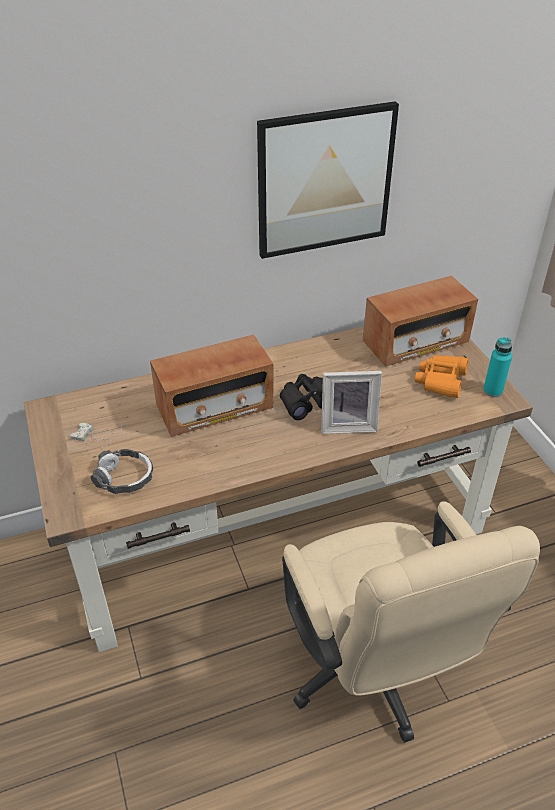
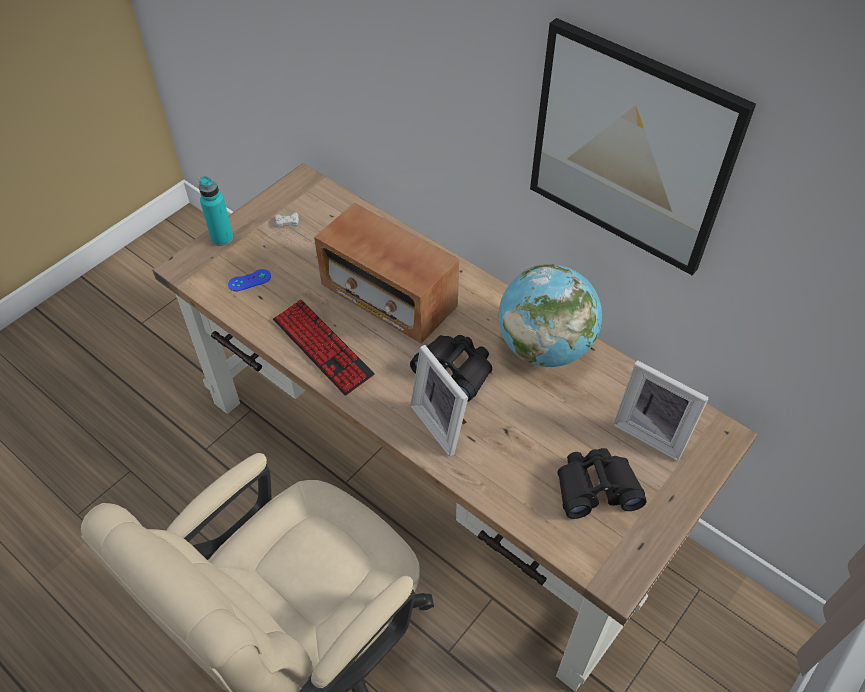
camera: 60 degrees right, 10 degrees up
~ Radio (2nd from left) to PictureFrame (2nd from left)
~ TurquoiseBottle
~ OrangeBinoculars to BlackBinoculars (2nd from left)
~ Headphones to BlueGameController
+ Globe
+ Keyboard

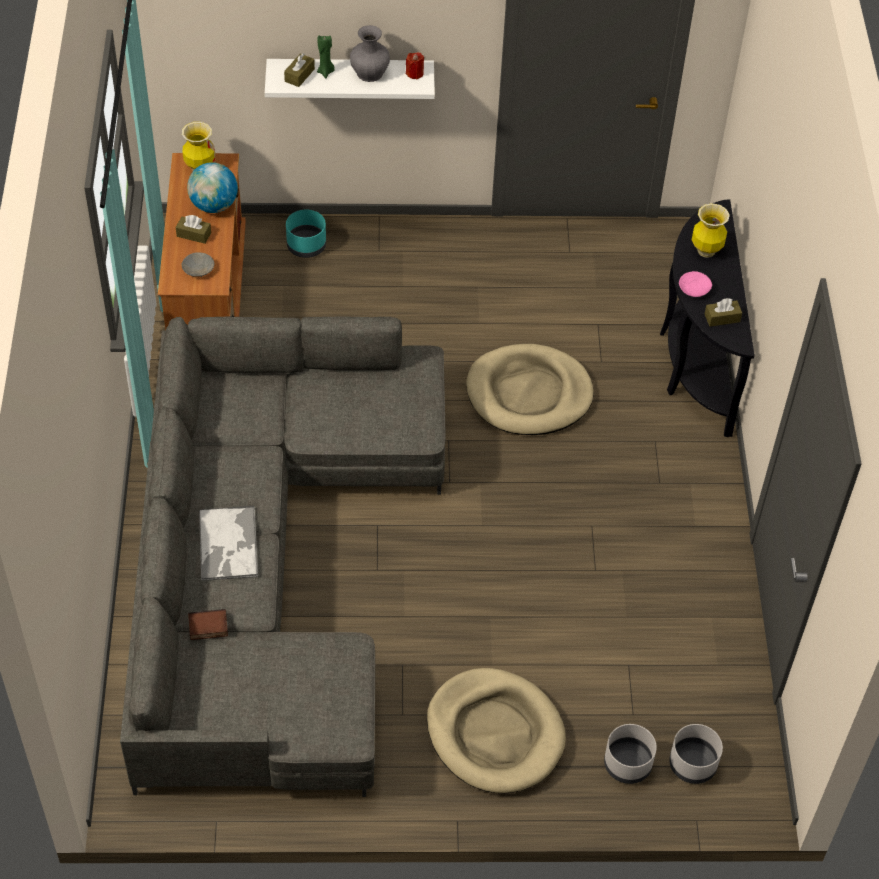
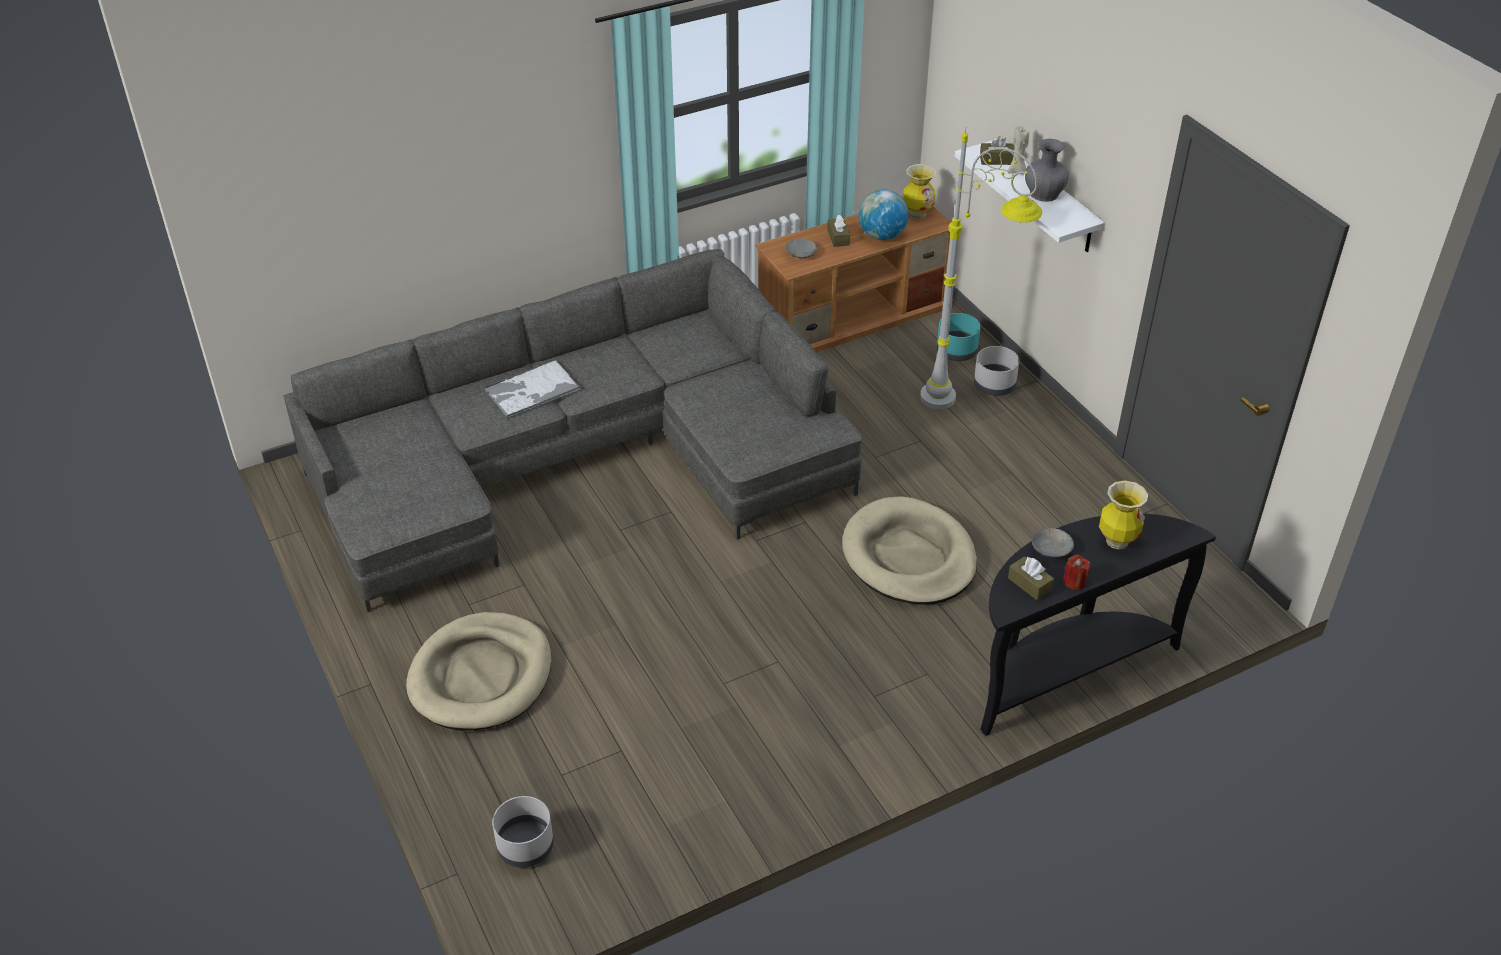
camera: 65 degrees right, 10 degrees down
~ GreenCandle to BeigeCandle
~ RedCandle
~ PinkBowl to GreyBowl (2nd from left)
- Book
~ GreyPlanter (1st from left in the first image) to GreyPlanter (2nd from left)
+ GreyFloorLamp

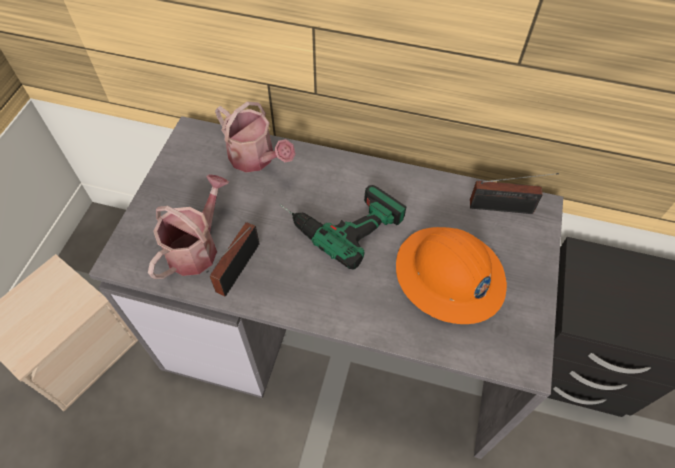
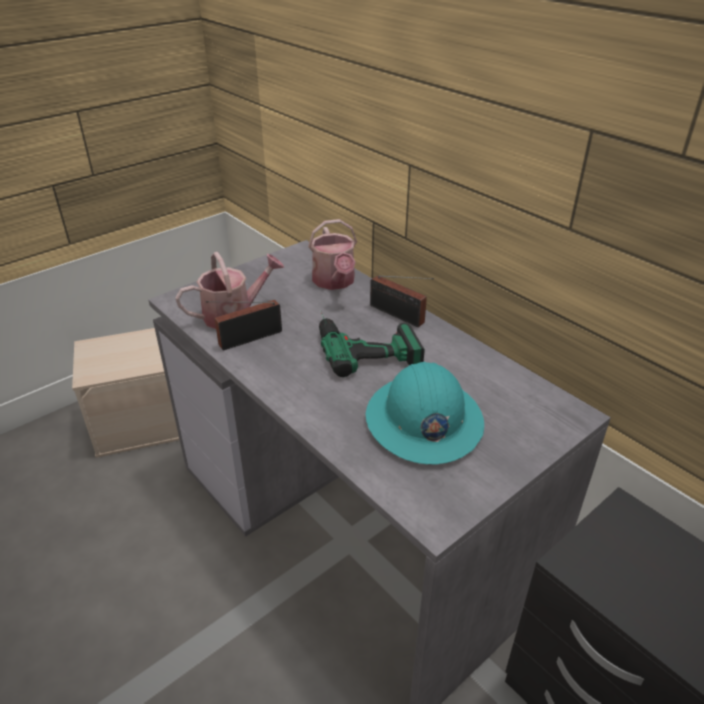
camera: 35 degrees right, 20 degrees down
~ Radio (2nd from left)
~ OrangeHardHat to TurquoiseHardHat

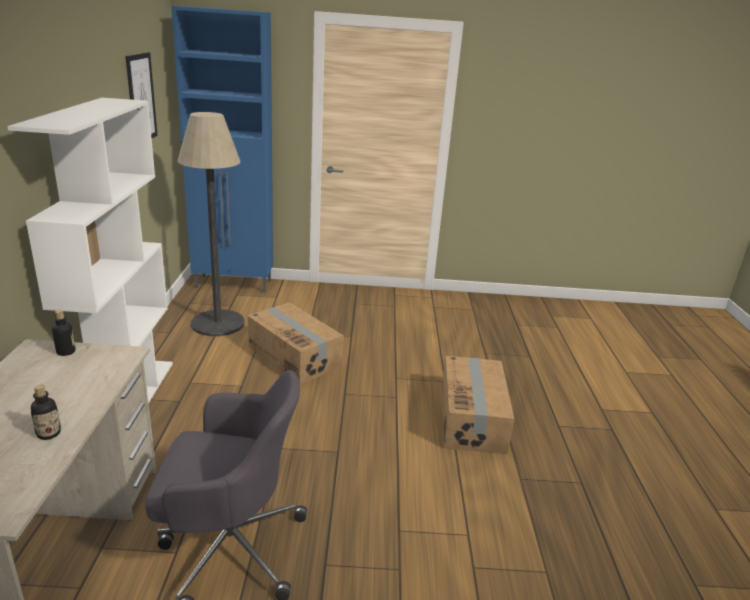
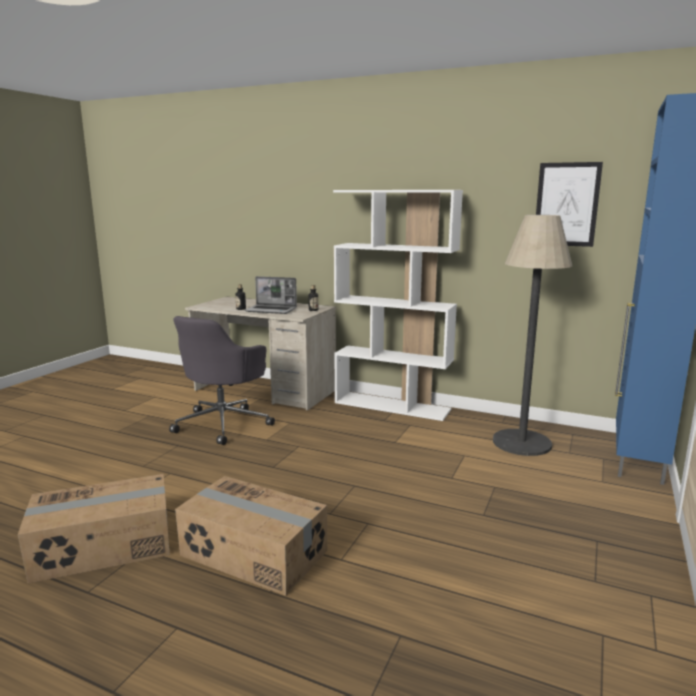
camera: 115 degrees right, 10 degrees down
~ CardboardBox (1st from left)
+ Laptop

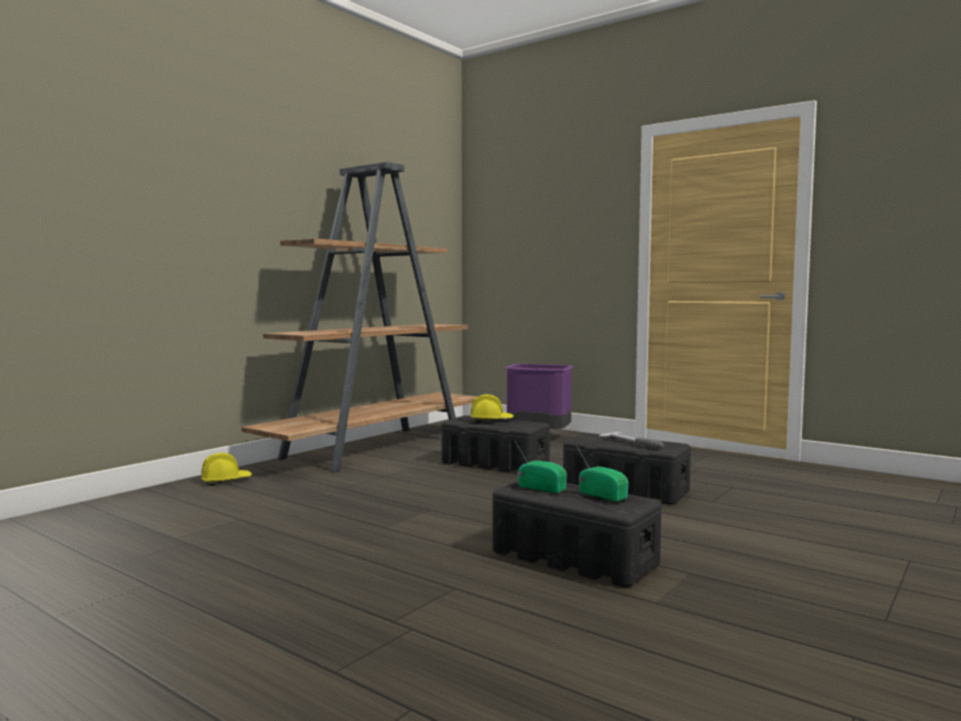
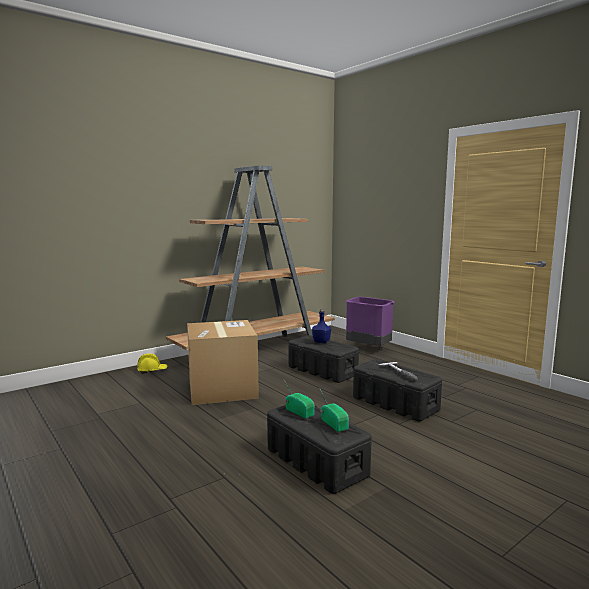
camera: 15 degrees right, 5 degrees up
~ YellowHardHat (2nd from left) to BlueBottle
+ CardboardBox

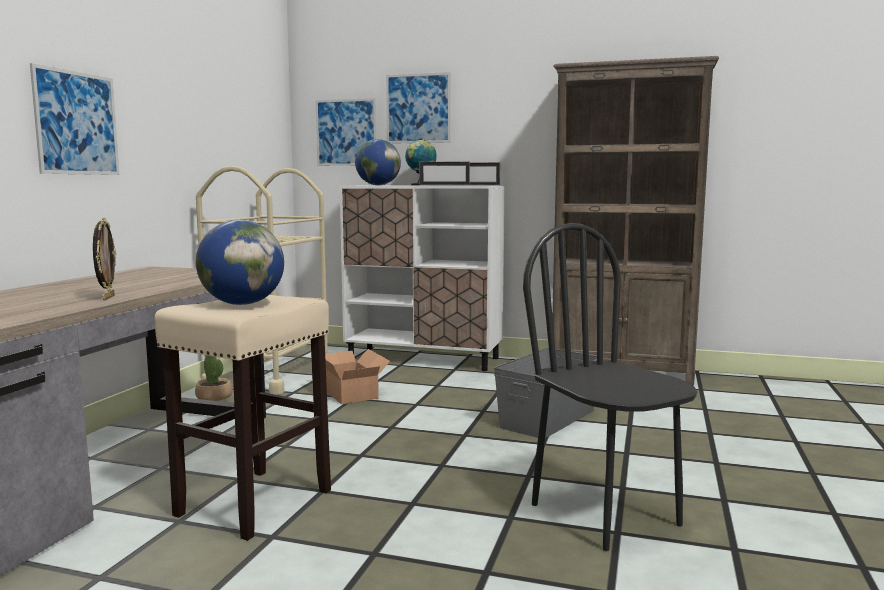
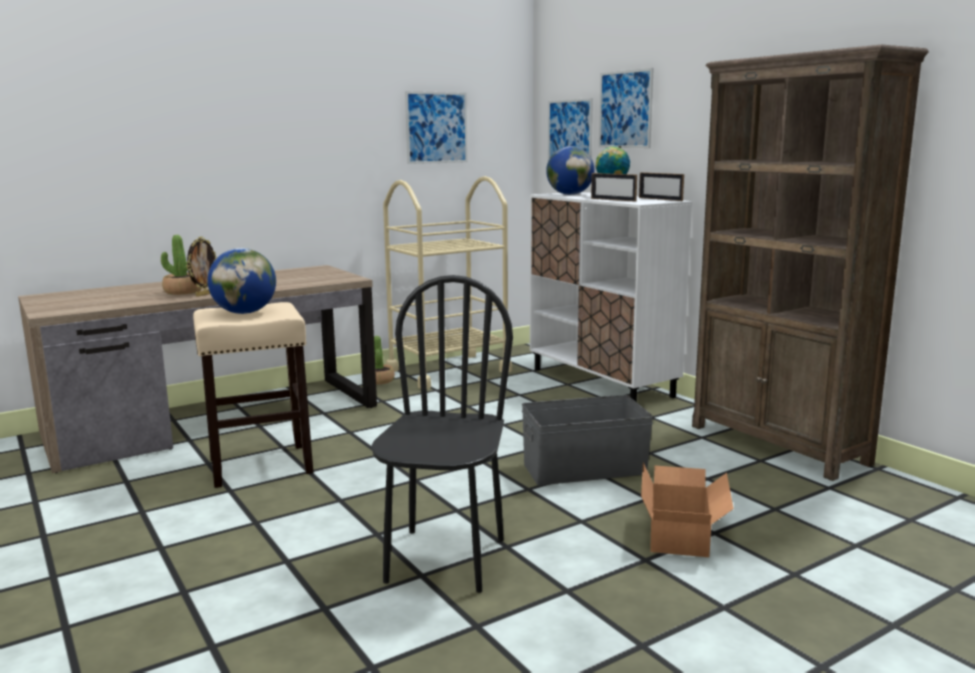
camera: 40 degrees right, 5 degrees up
~ Picture (1st from left)
~ CardboardBox
+ PottedPlant (1st from left)

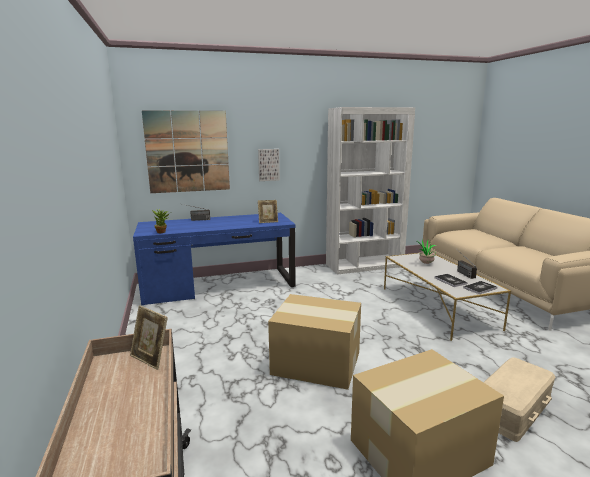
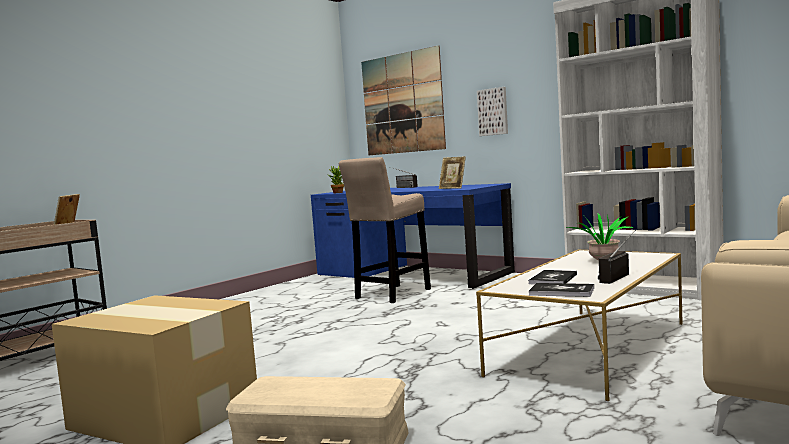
camera: 55 degrees right, 10 degrees down
- CardboardBox (1st from left)
+ BeigeStool

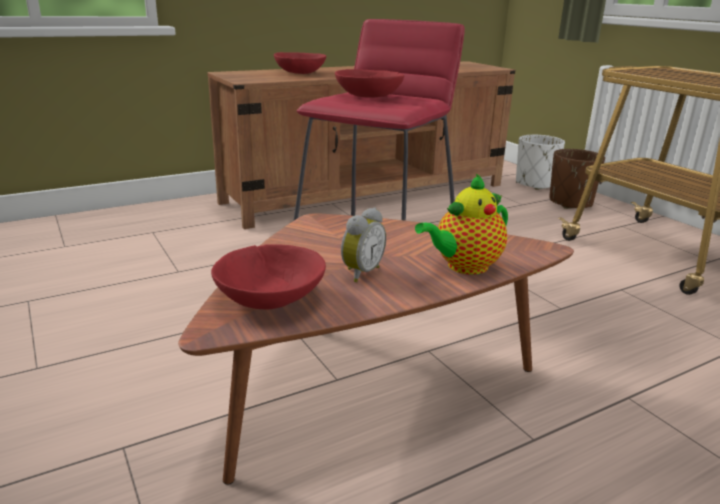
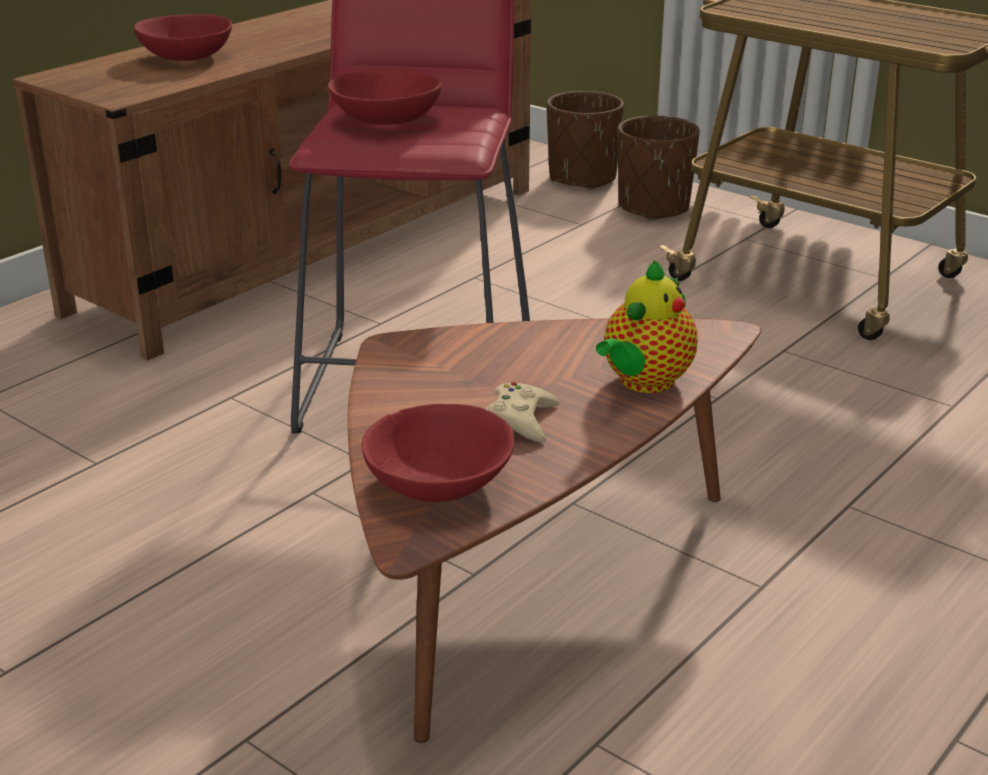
camera: 20 degrees left, 5 degrees up
~ WhitePlanter to BrownPlanter (1st from left)
~ AlarmClock to BeigeGameController

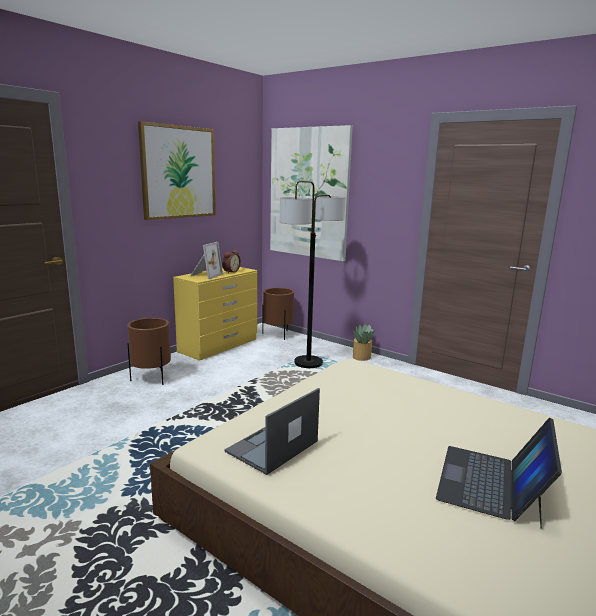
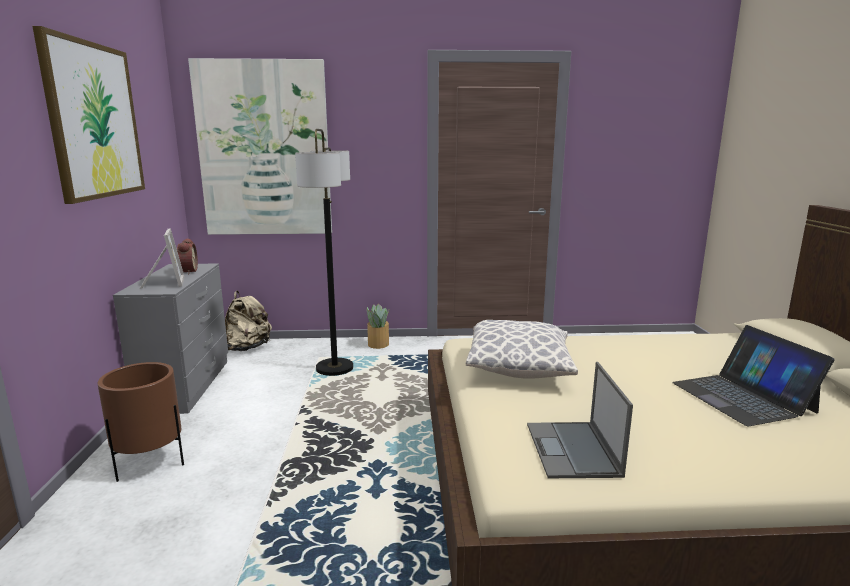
camera: 40 degrees left, 0 degrees up
~ YellowDresser to GreyDresser
~ BrownPlanter (2nd from left) to BeigeBackpack
+ Pillow

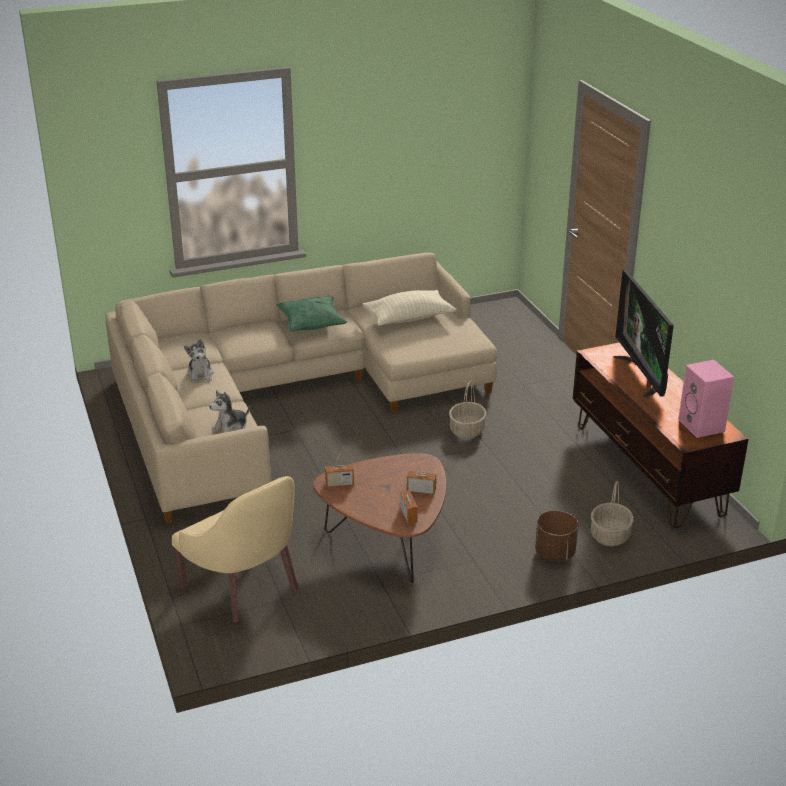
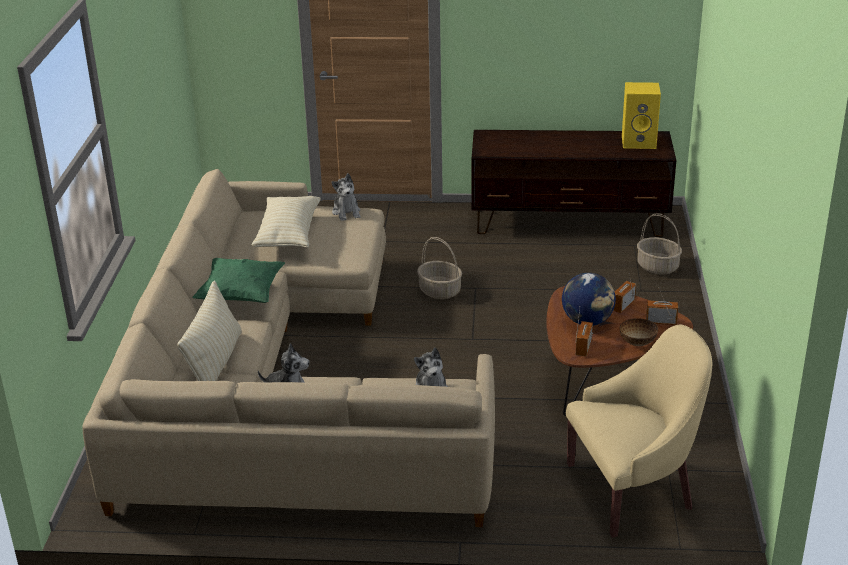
camera: 65 degrees left, 0 degrees up
- Television
~ PinkSpeaker to YellowSpeaker
- BrownPlanter
+ PlushToy (2nd from left)
+ Globe
+ BeigePillow (1st from left)
+ Bowl

